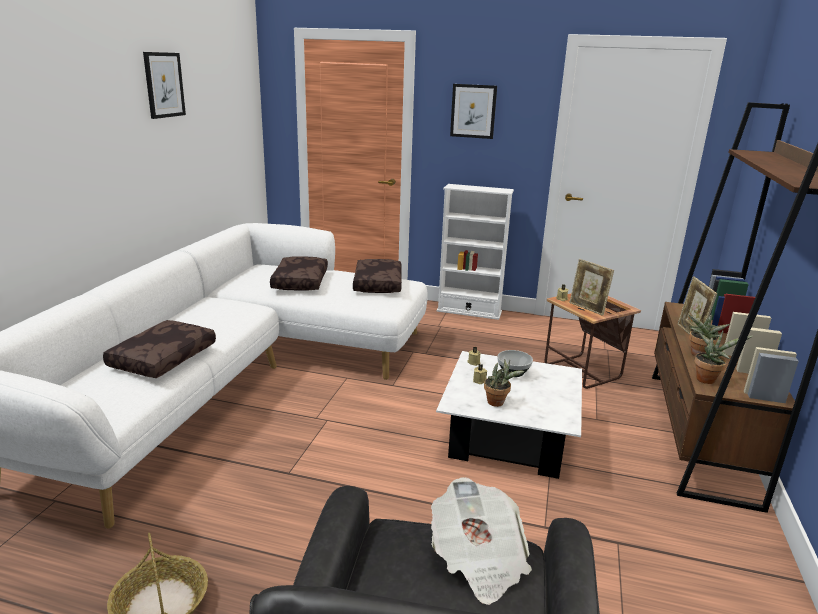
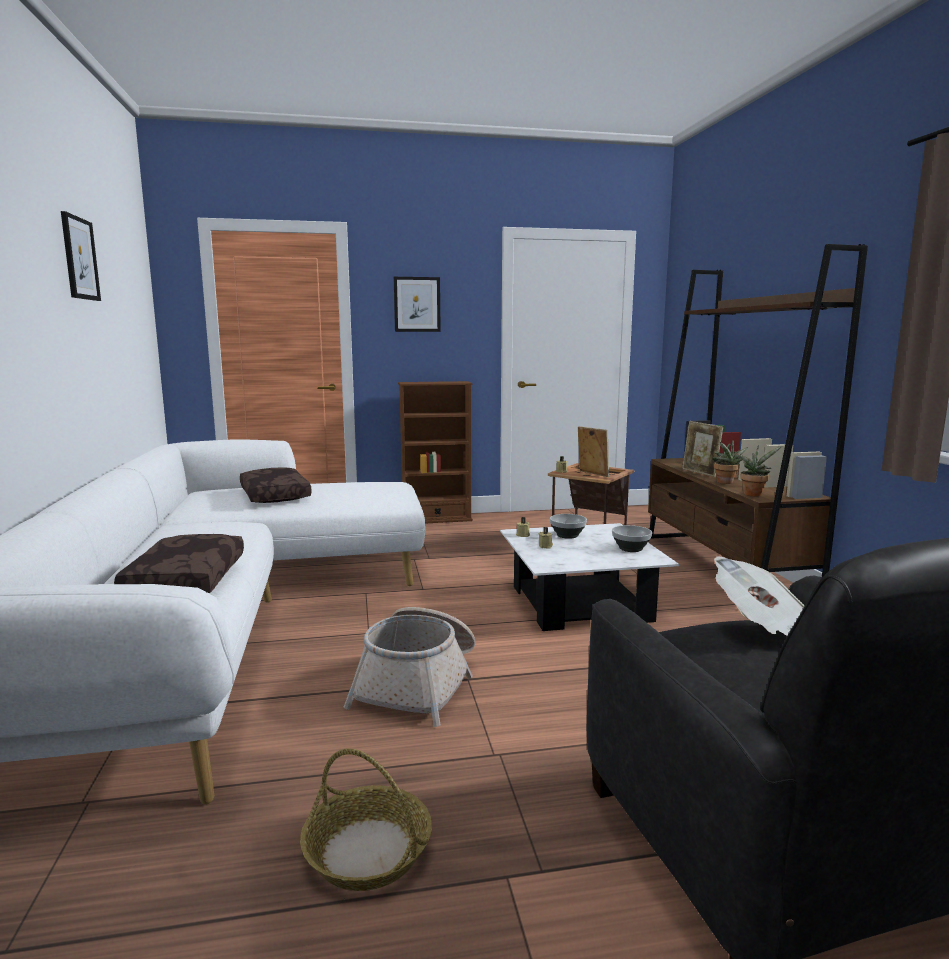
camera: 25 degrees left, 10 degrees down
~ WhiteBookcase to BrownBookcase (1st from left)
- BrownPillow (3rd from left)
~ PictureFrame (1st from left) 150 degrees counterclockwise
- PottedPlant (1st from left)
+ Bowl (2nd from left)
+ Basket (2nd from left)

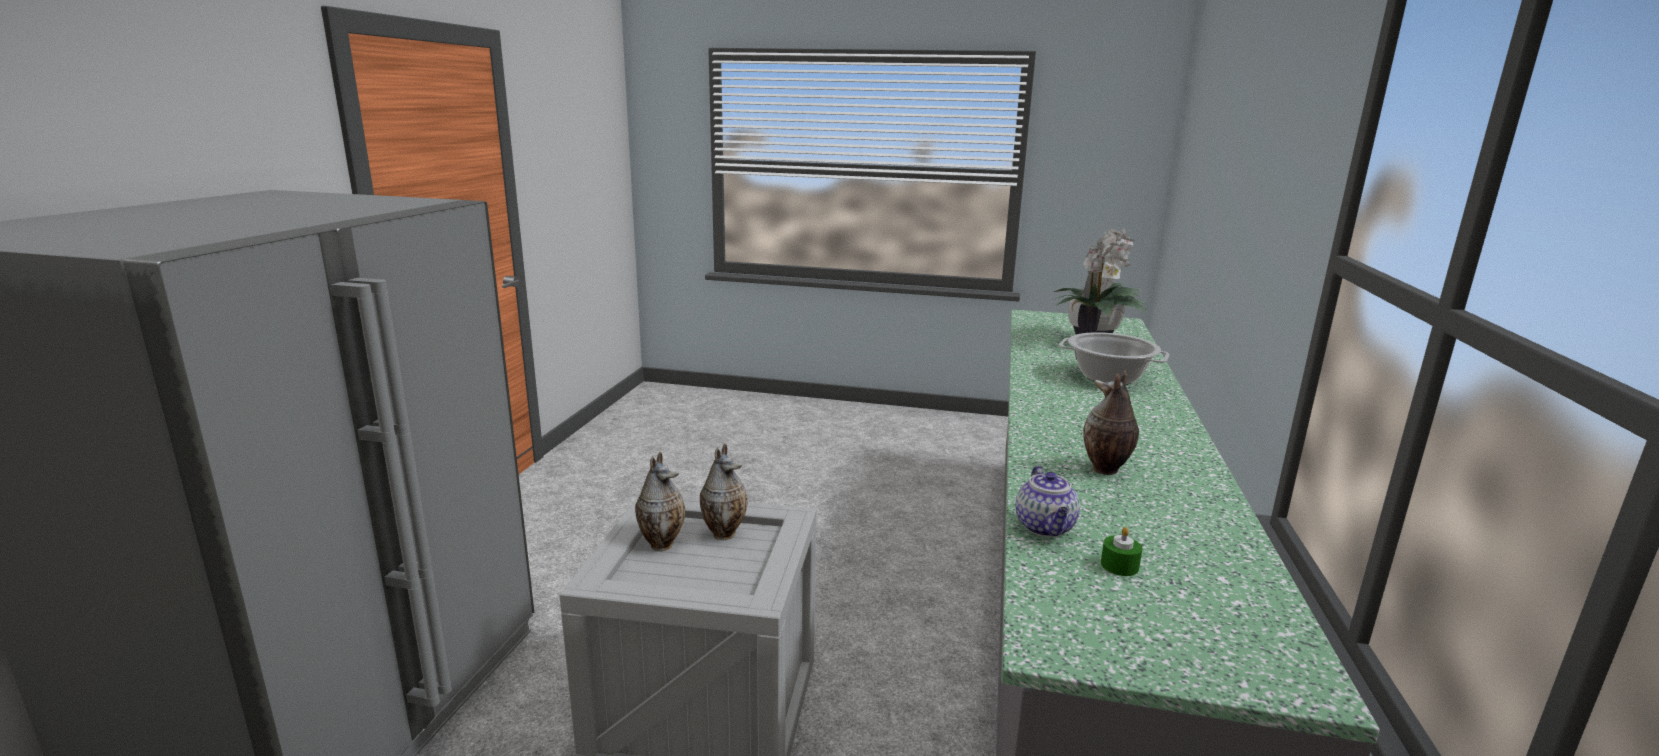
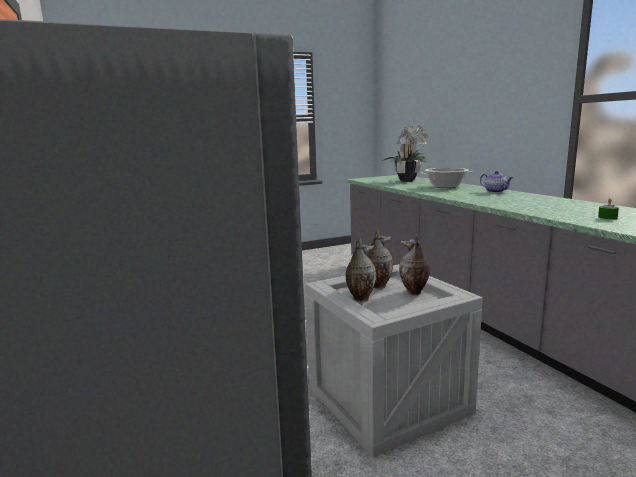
camera: 35 degrees left, 5 degrees down
~ Vase (3rd from left)
~ Teapot

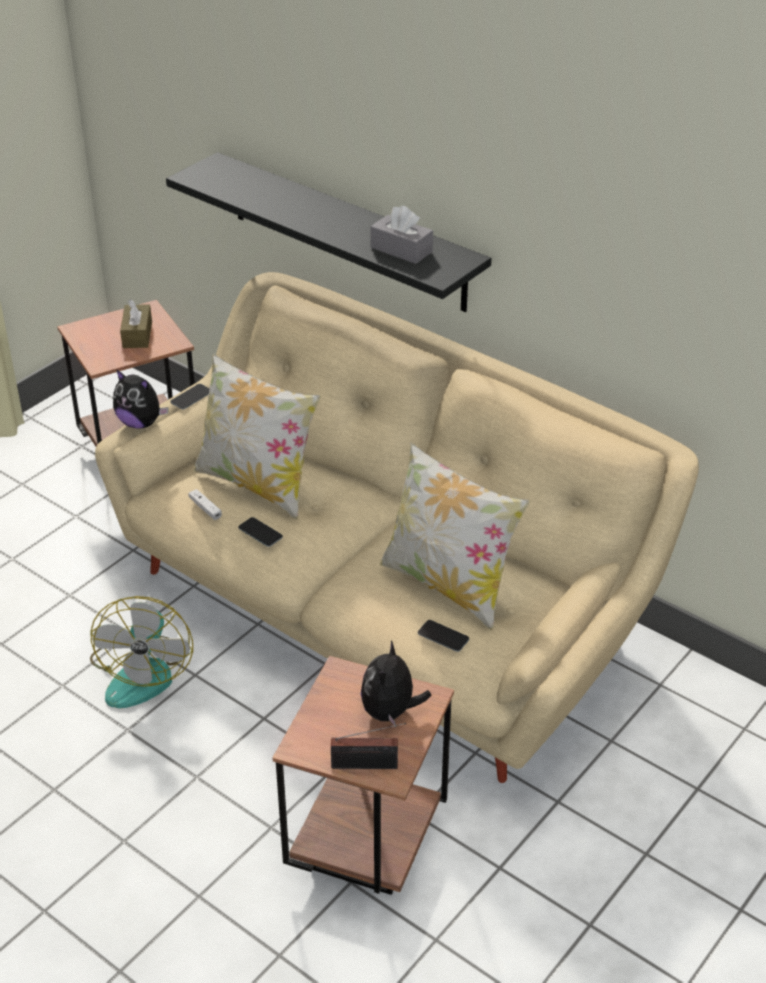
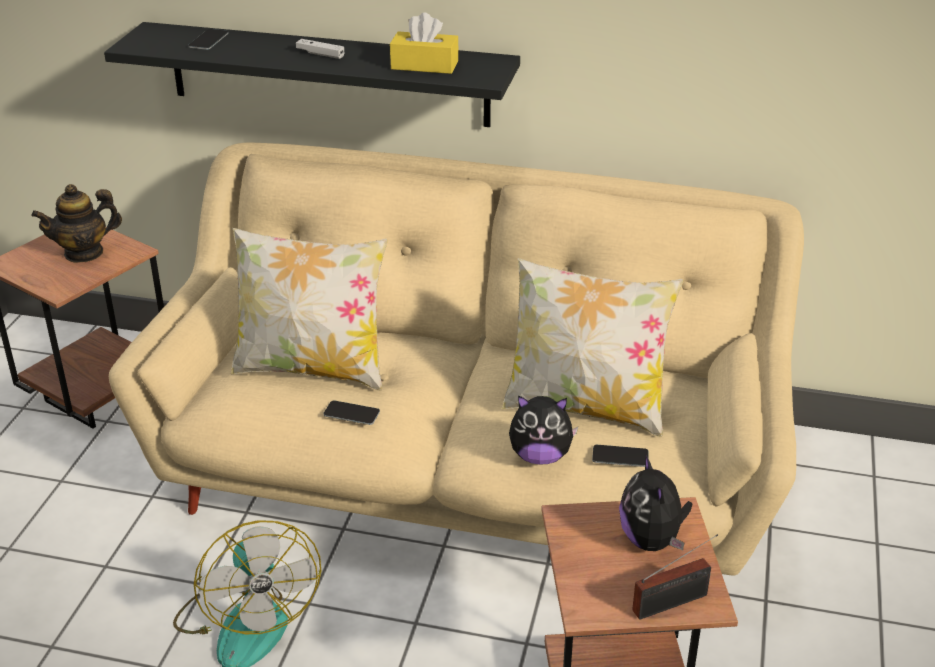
camera: 25 degrees left, 5 degrees down
~ GreyTissueBox to YellowTissueBox
~ BrownTissueBox to Teapot
~ PlushToy (1st from left)
~ Phone (1st from left)
~ WhiteGameController

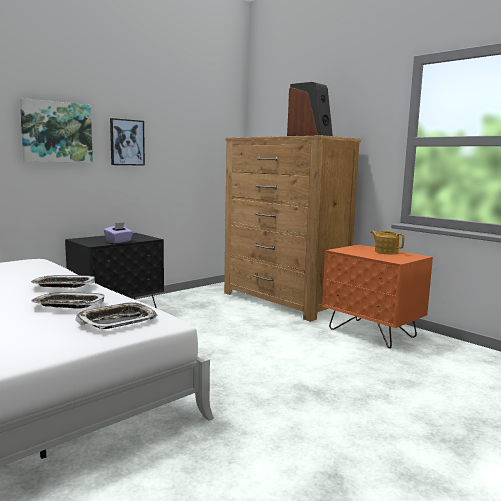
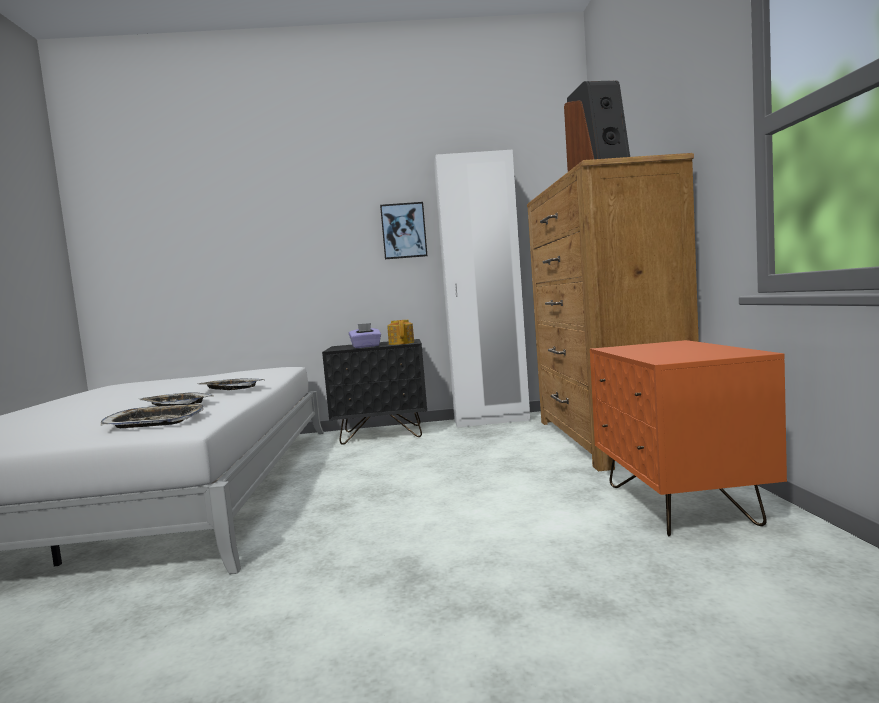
camera: 40 degrees right, 5 degrees down
- Picture (1st from left)
~ Teapot
+ WhiteWardrobe

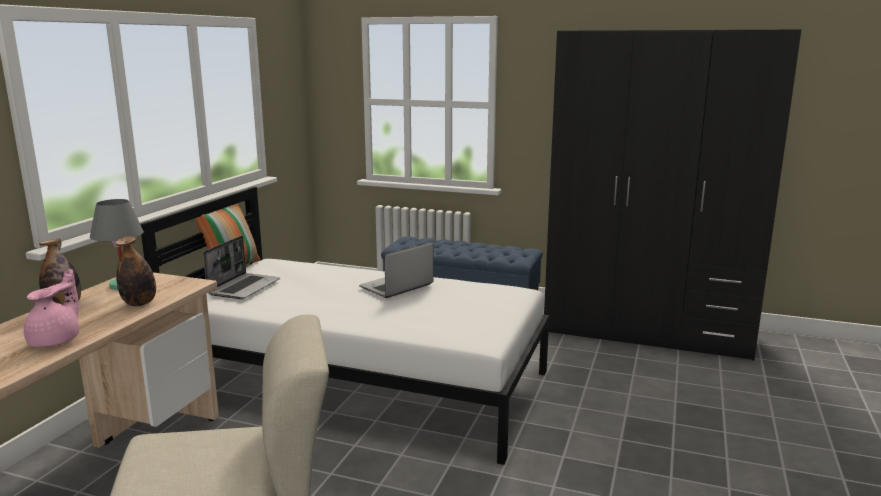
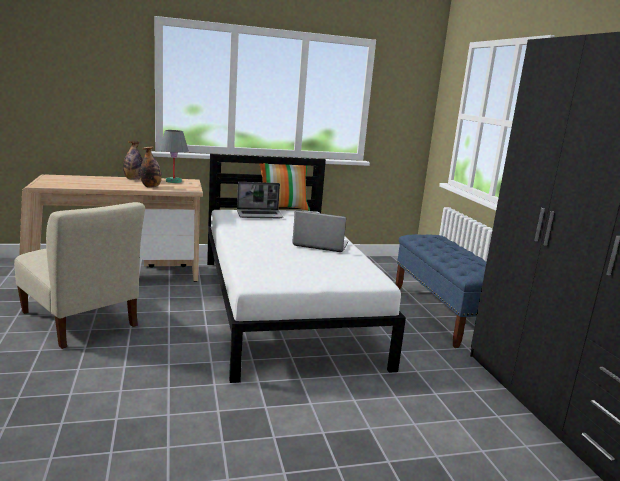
camera: 55 degrees right, 0 degrees up
- PinkTeapot

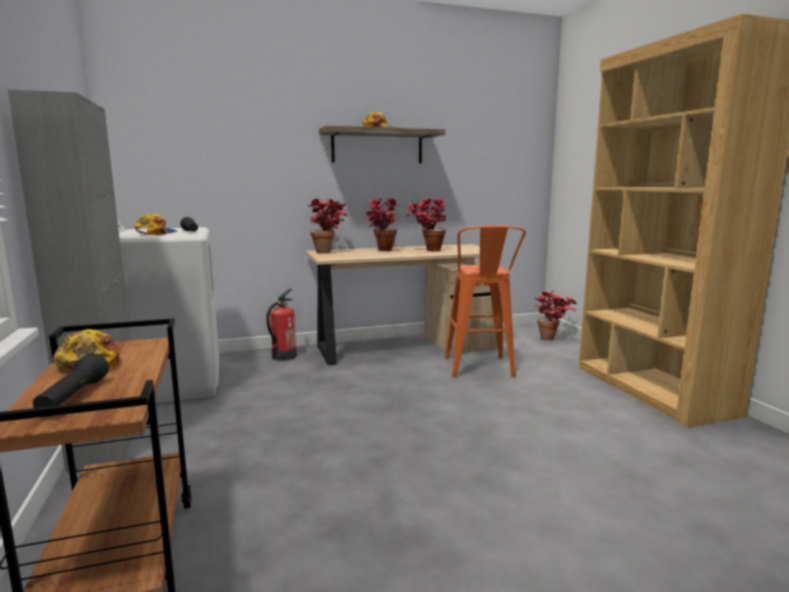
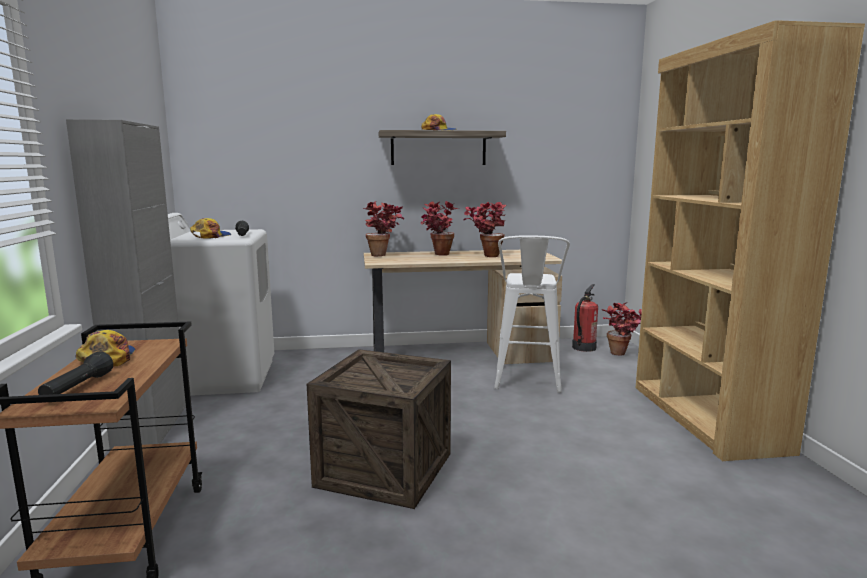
camera: 10 degrees right, 0 degrees up
~ OrangeStool to WhiteStool
~ FireExtinguisher
+ Crate

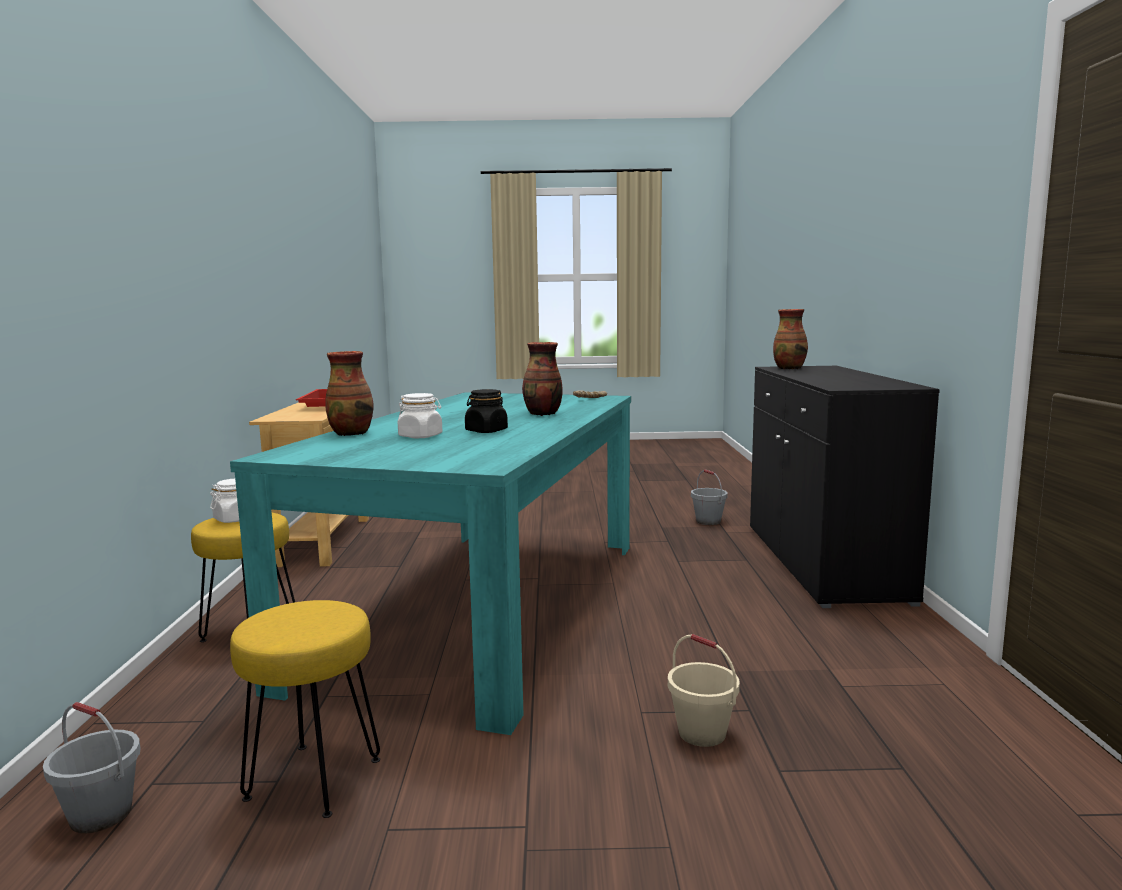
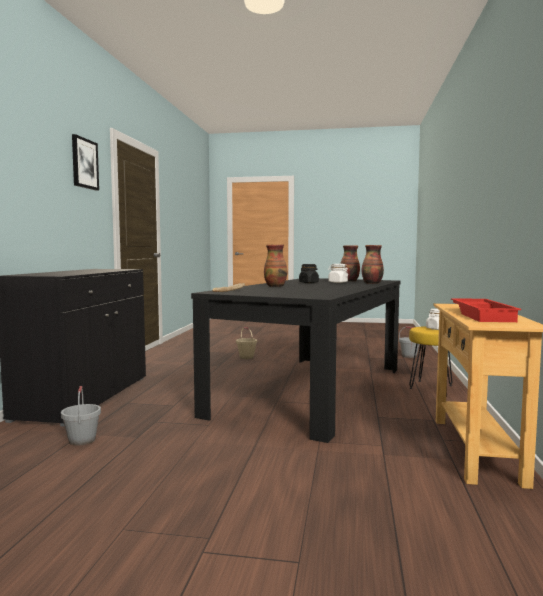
camera: 170 degrees left, 5 degrees down
~ Vase (3rd from left in the first image) to Vase (2nd from left)
~ TurquoiseDiningTable to BlackDiningTable
- YellowStool (2nd from left)
+ Picture

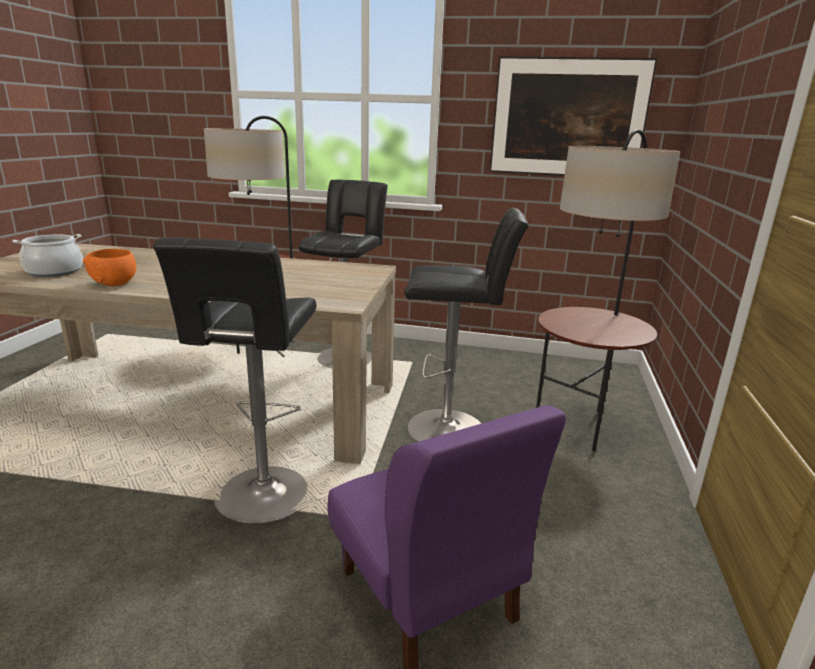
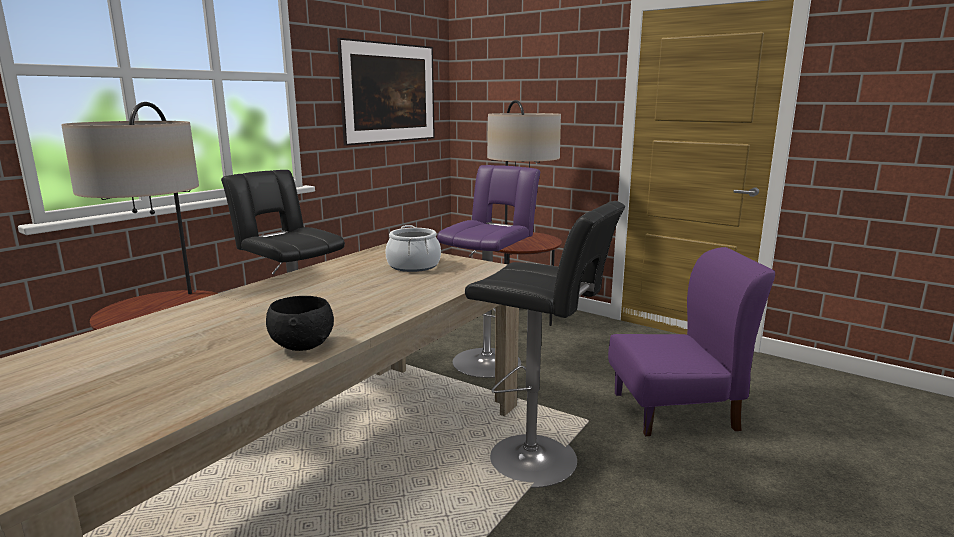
camera: 65 degrees left, 5 degrees down
~ BlackStool (3rd from left) to PurpleStool
~ CookingPot
~ OrangeBowl to BlackBowl

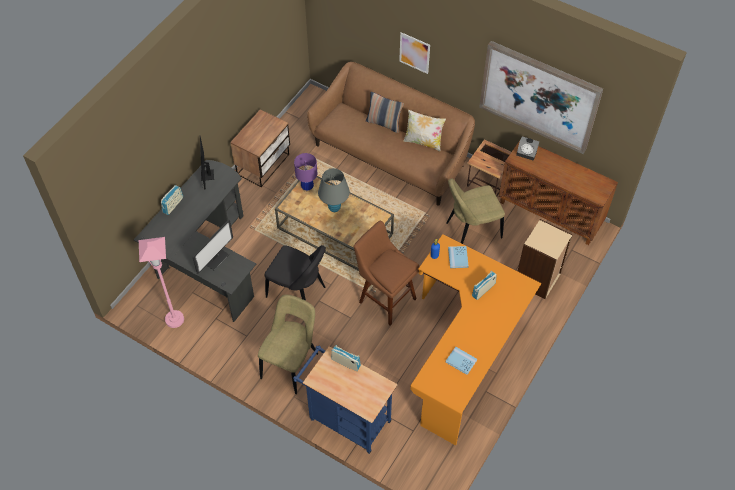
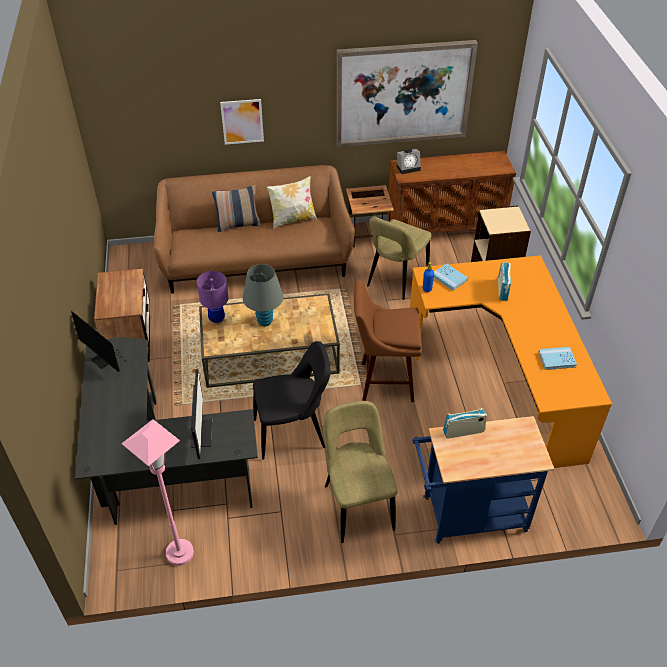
camera: 40 degrees left, 10 degrees down
- Radio (1st from left)

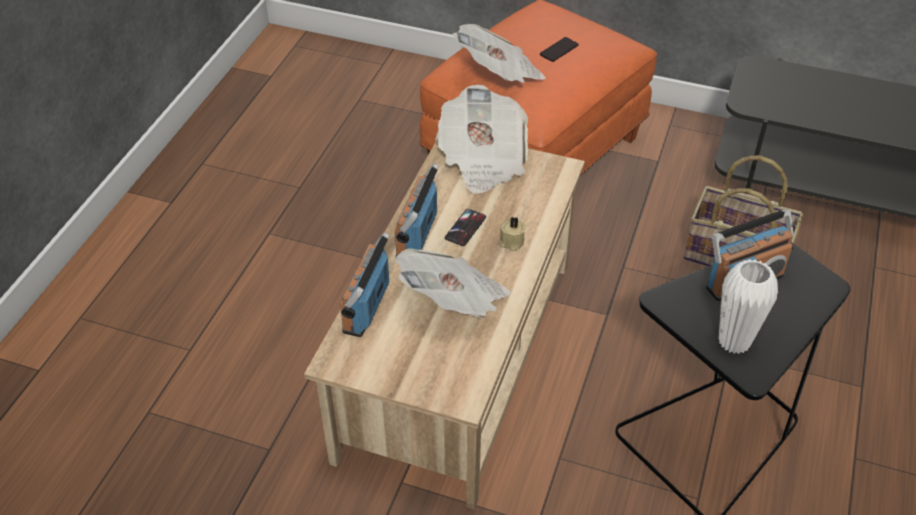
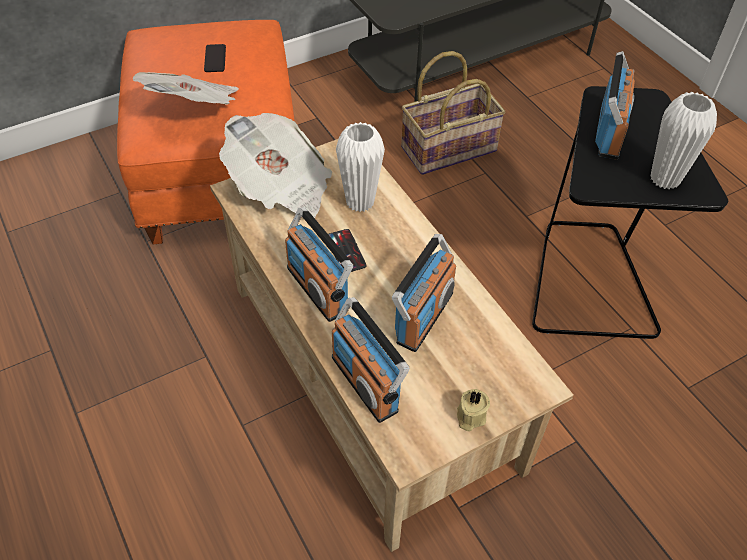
camera: 50 degrees left, 5 degrees up
~ BeigeCandle
~ Newspaper (1st from left) to Radio (3rd from left)
+ WhiteVase (1st from left)

